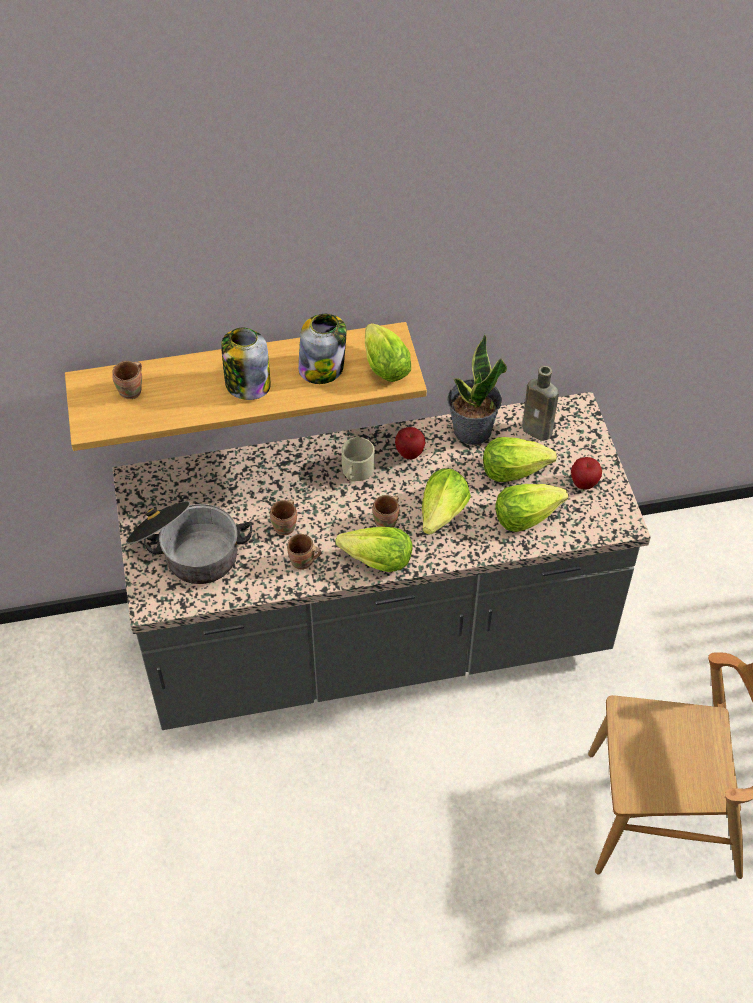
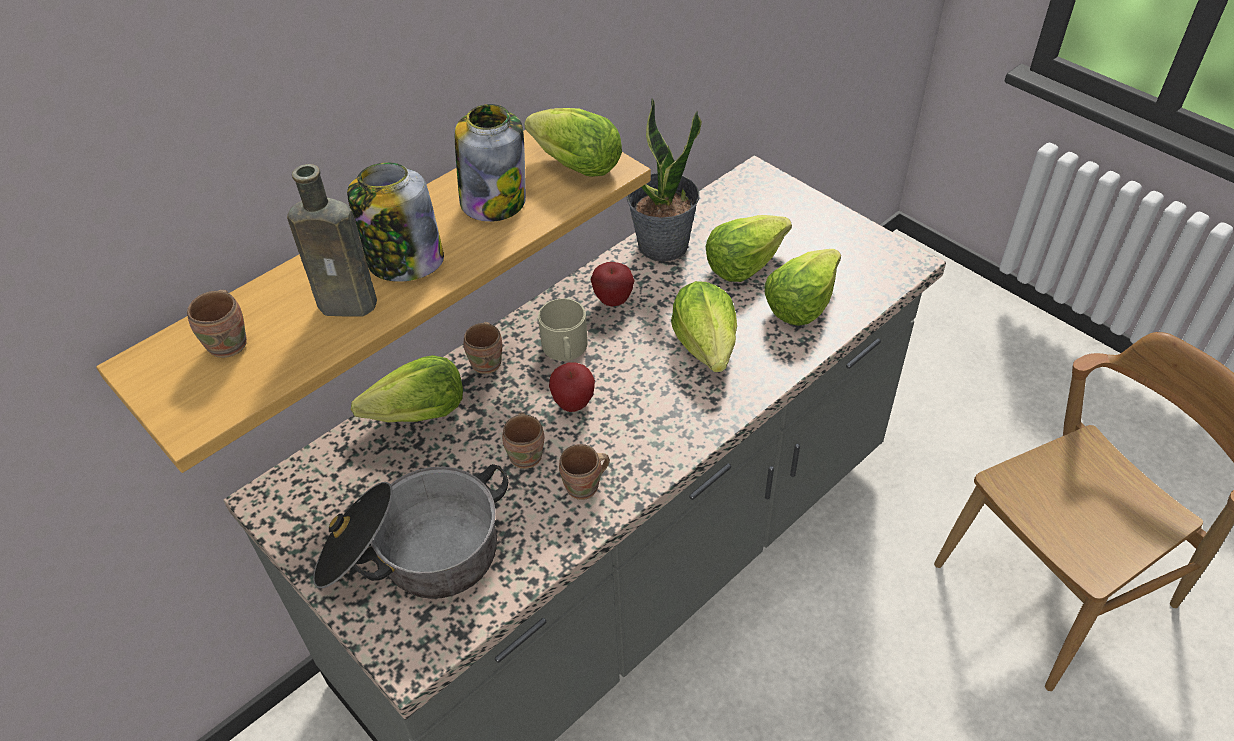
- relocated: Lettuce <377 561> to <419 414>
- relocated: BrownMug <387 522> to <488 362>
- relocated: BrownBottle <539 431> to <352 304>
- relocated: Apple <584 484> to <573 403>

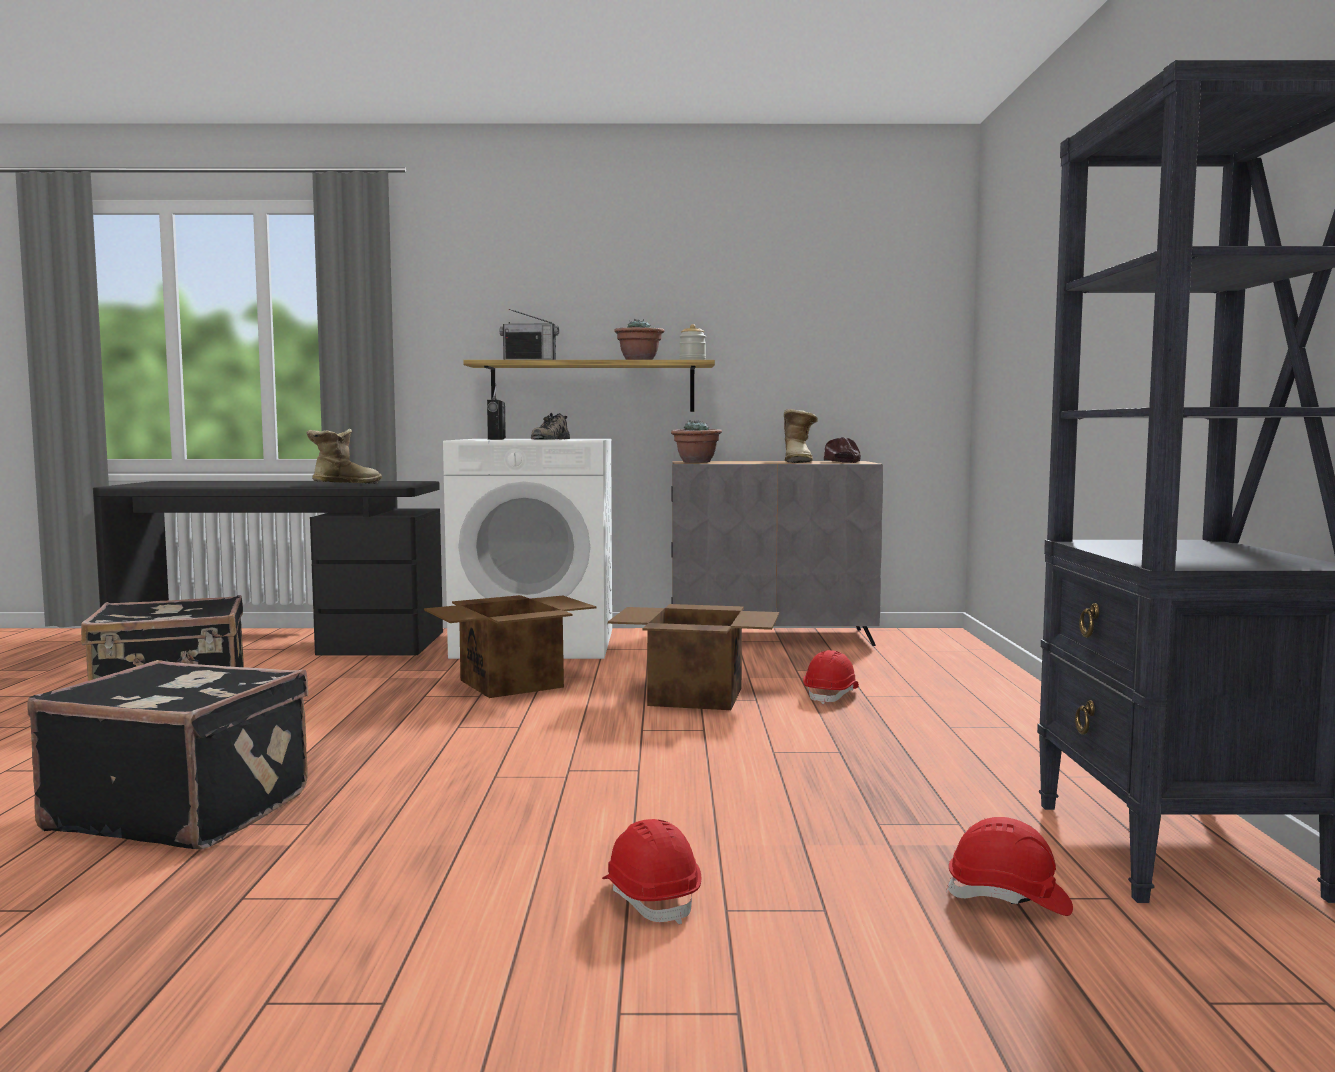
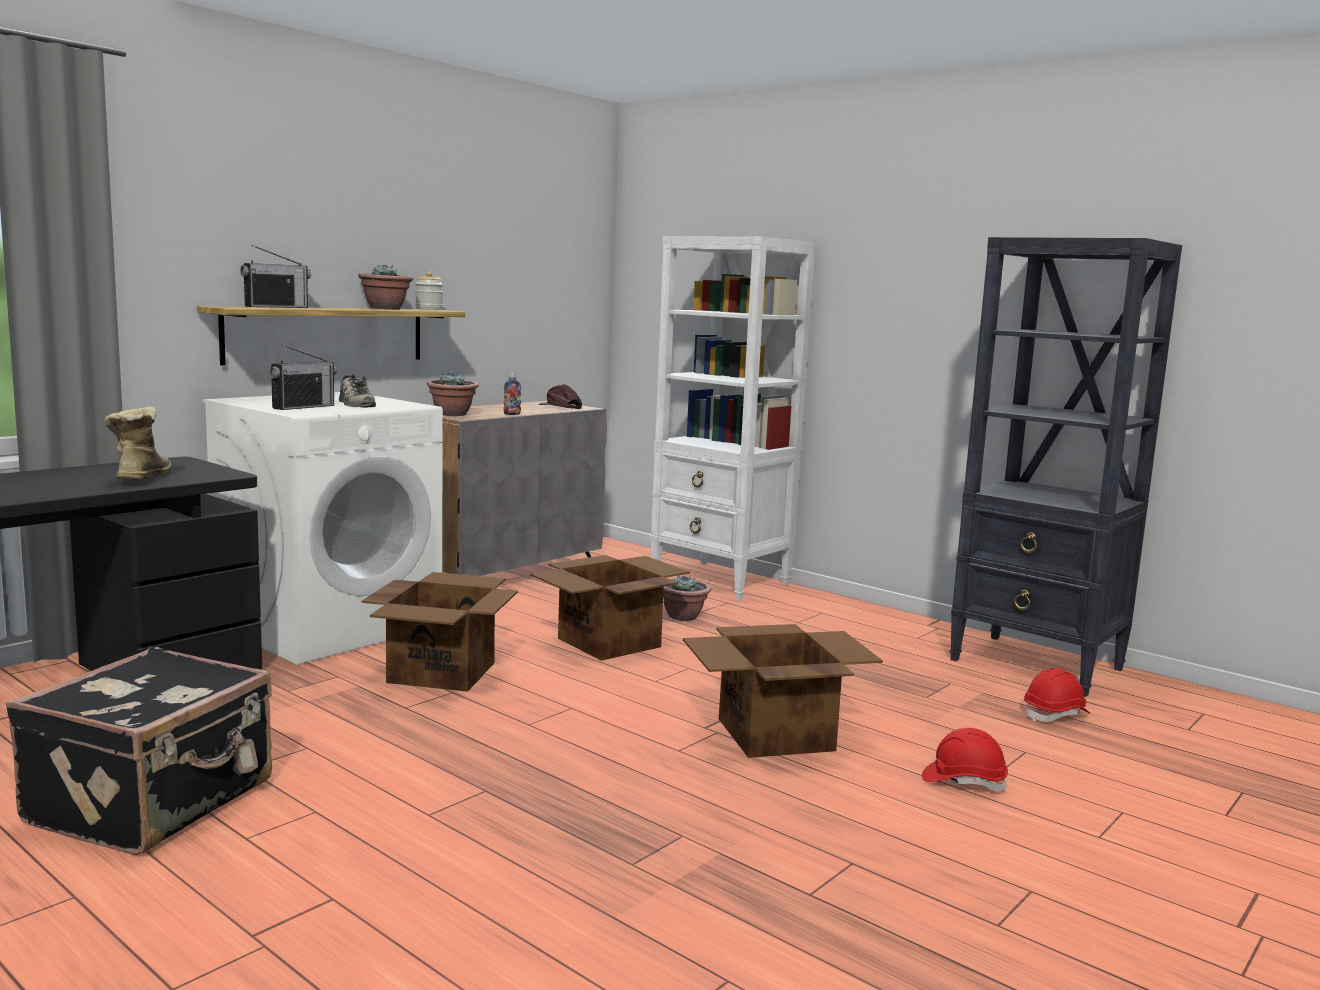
- missing: BlackSuitcase <182 810>
- spun: Radio <496 439> = <303 407> 90 degrees counterclockwise
- missing: Boot <798 461>
- exchanged: RedHardHat <831 695> to PottedPlant <683 617>
- appeared: Bottle <512 414>
- appeared: WhiteBookcase <721 581>
- appeared: CardboardBox <773 734>

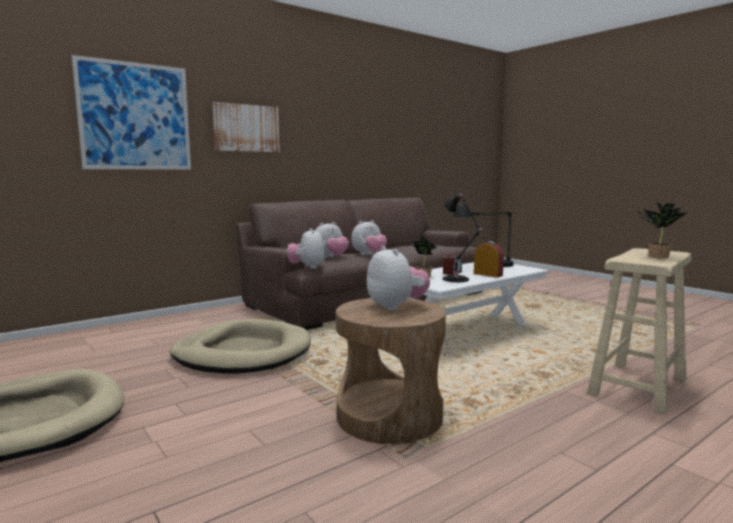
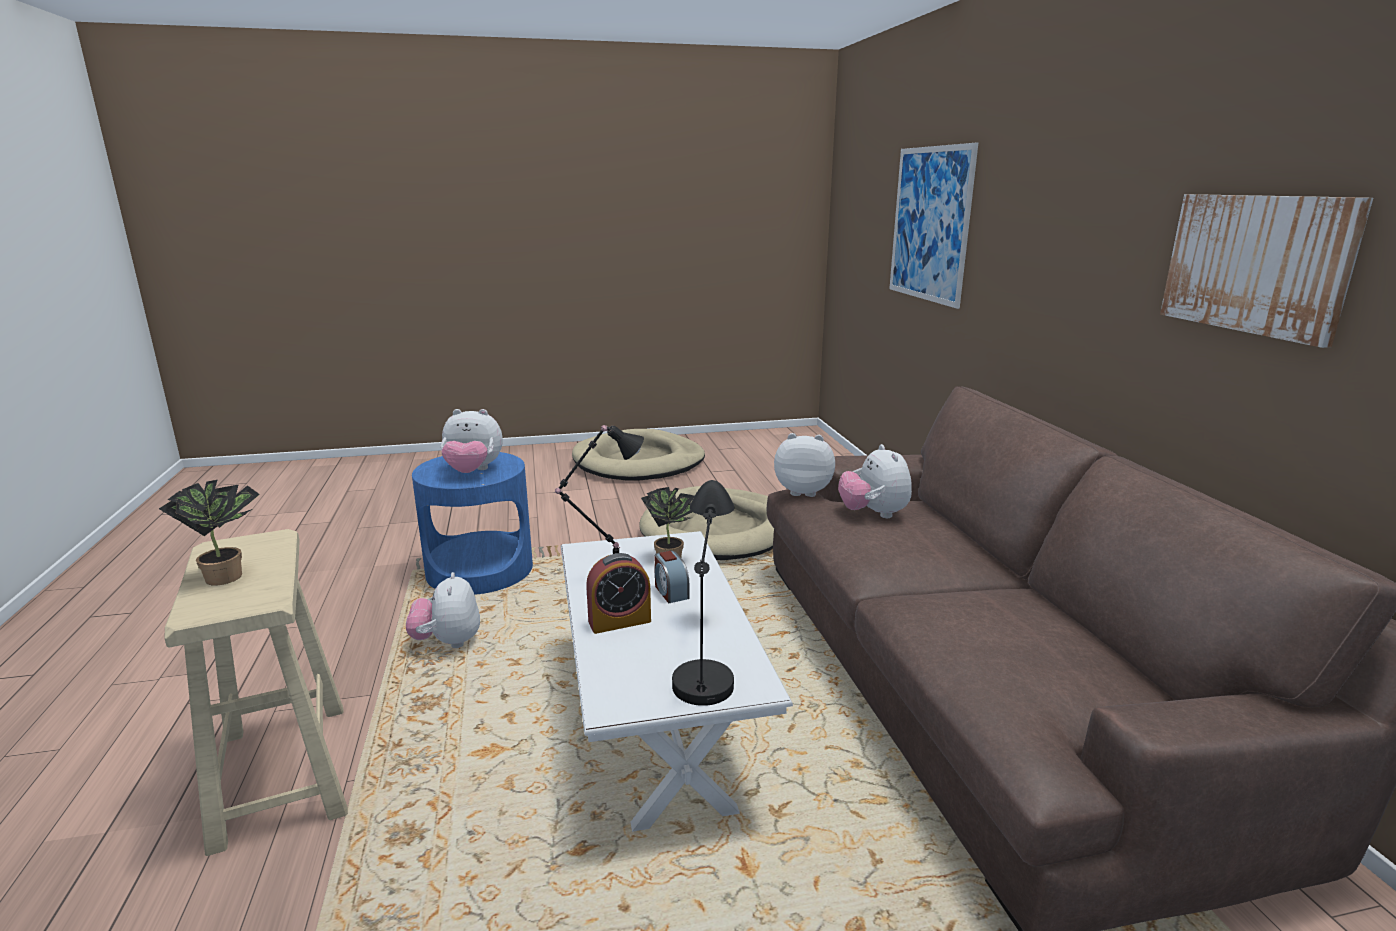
- relocated: Picture <246 128> to <1256 264>
- colour: BrownSideTable <389 416> to BlueSideTable <480 569>
- relocated: PlushToy <369 255> to <448 642>

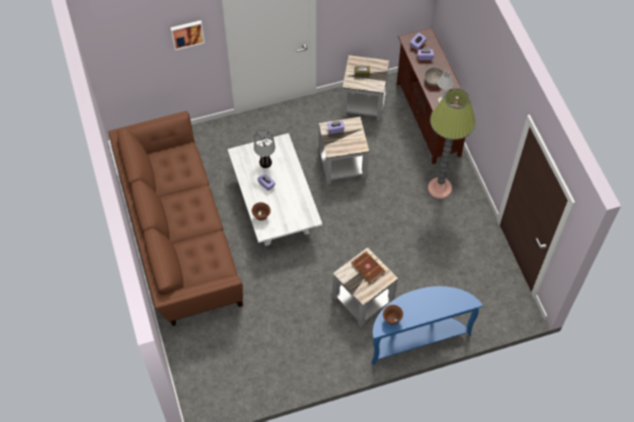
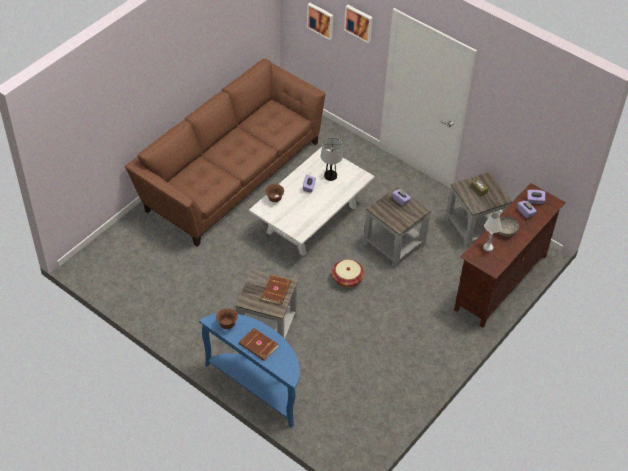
- missing: FloorLamp <439 188>
- appeared: BrownBook <258 346>
- appeared: Picture <321 20>
- appeared: Basket <347 279>

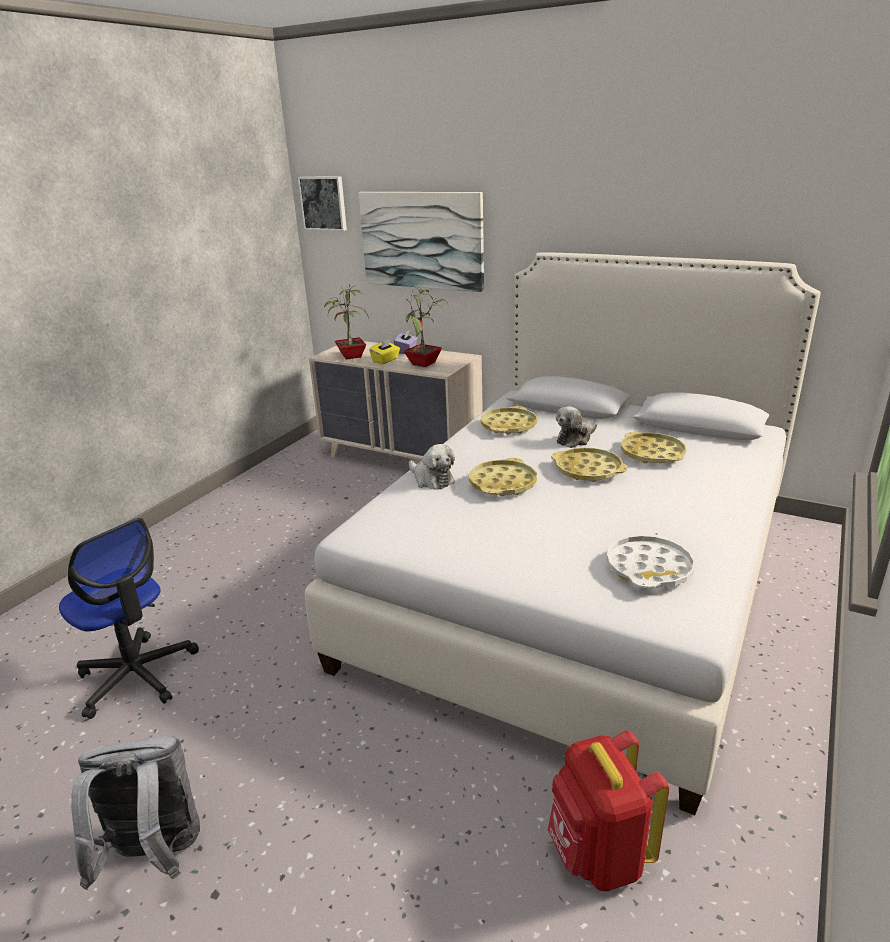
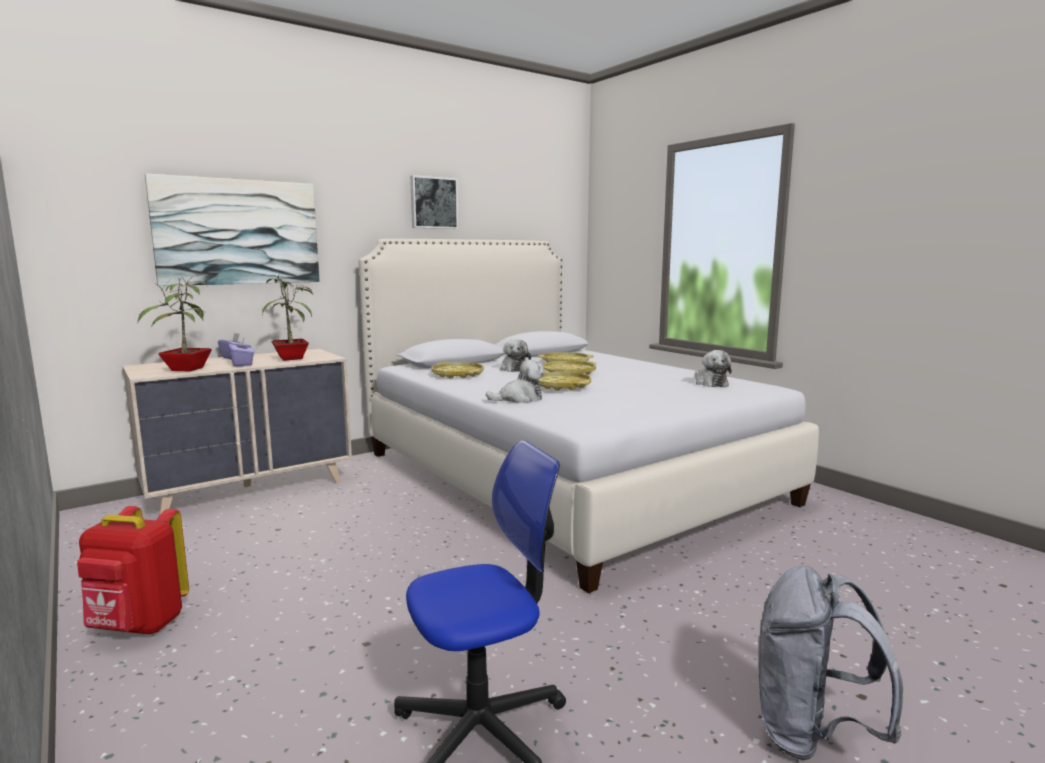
- relocated: Picture <324 203> to <433 203>
- colour: YellowTissueBox <385 360> to PurpleTissueBox <242 364>
- relocated: RedBackpack <598 855> to <138 626>
- exchanged: WhiteTray <649 568> to PlushToy <710 383>

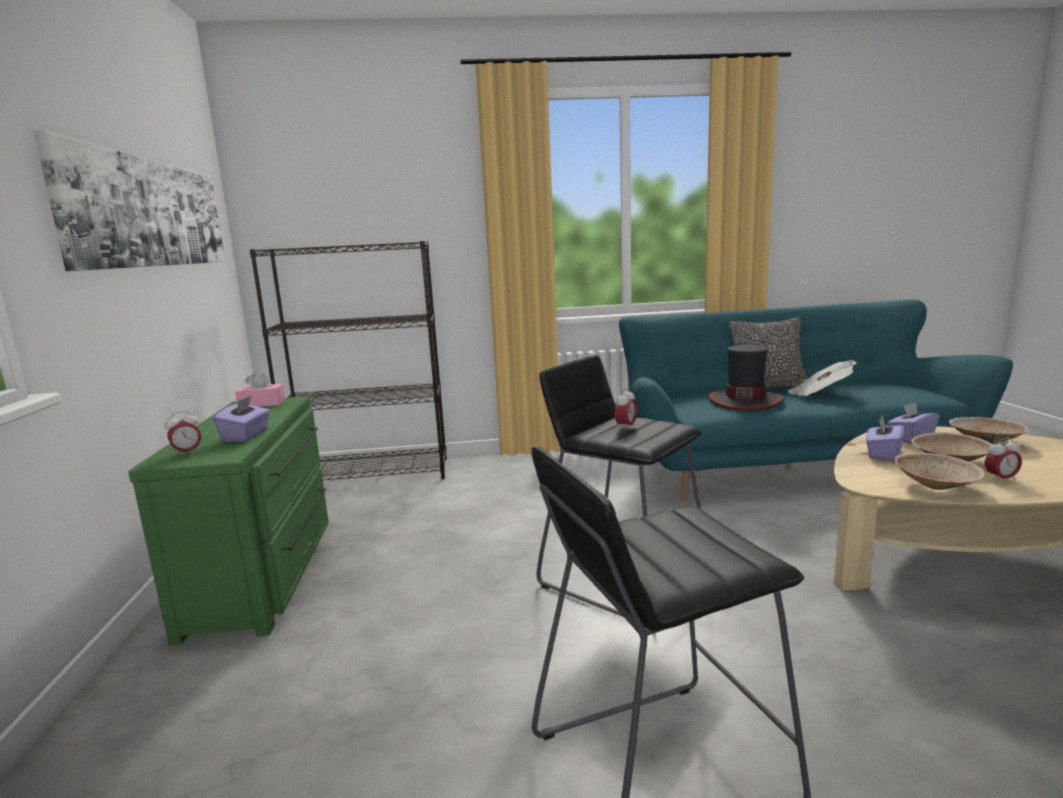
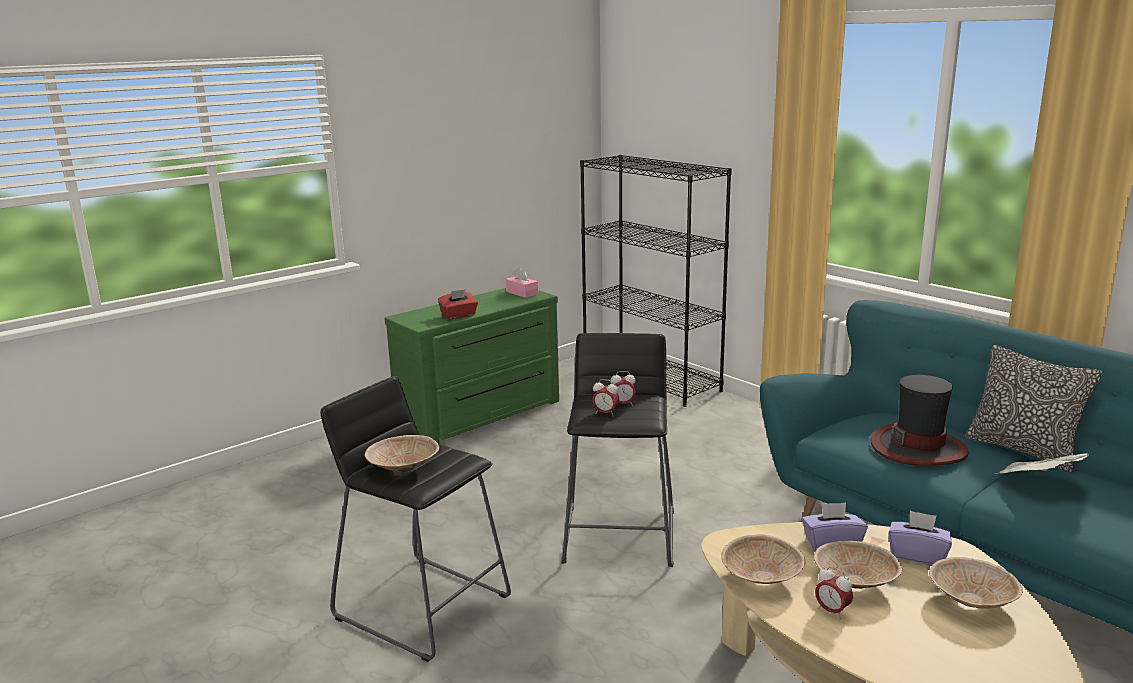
- missing: Picture <149 213>
- relocated: AlarmClock <187 453> to <605 413>
- colour: PurpleTissueBox <246 436> to RedTissueBox <459 315>
- appeared: BeigeBowl <402 468>

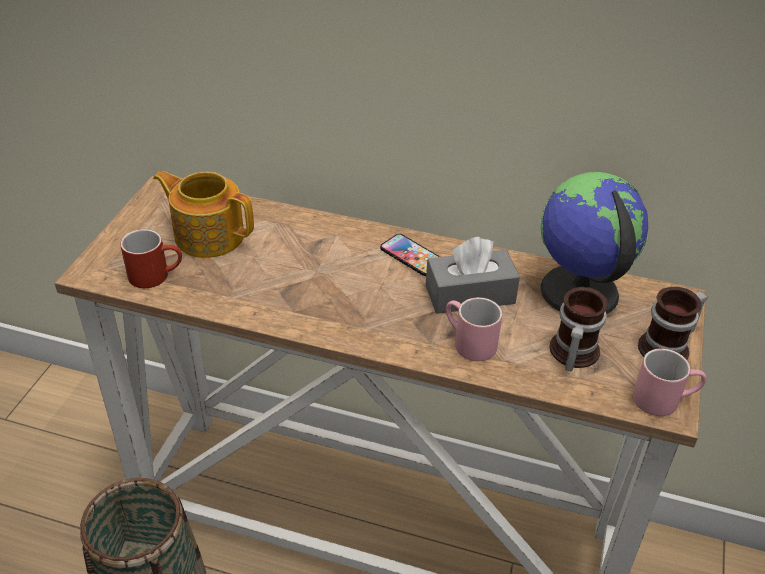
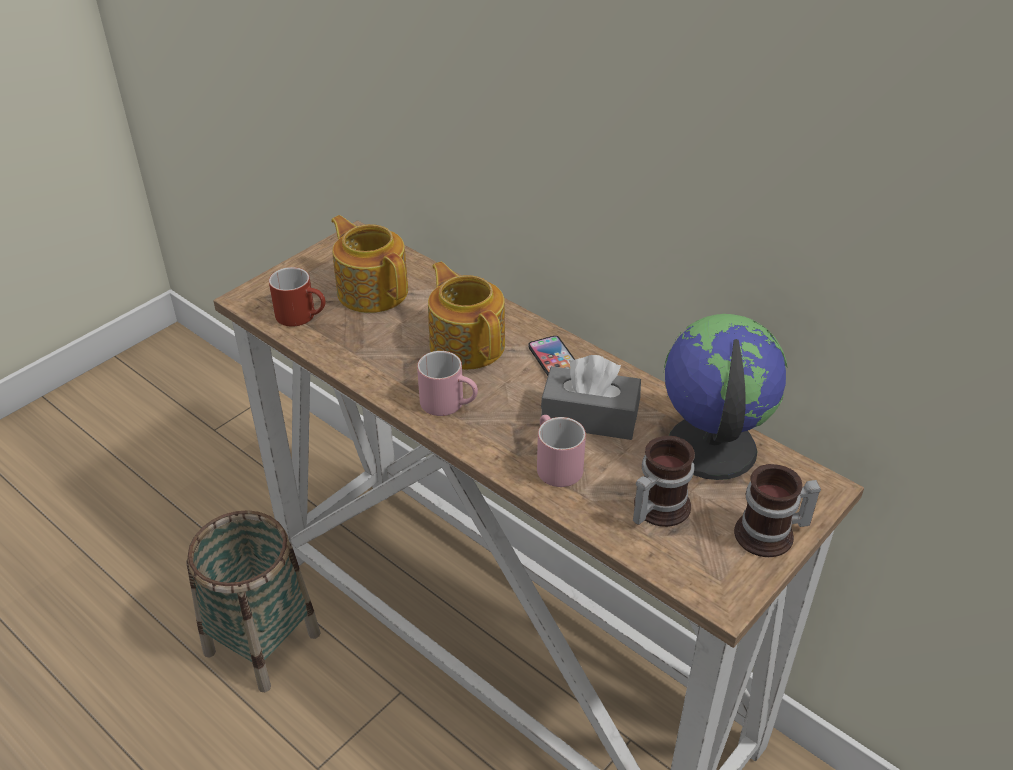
- relocated: PinkMug <664 398> to <450 403>
- appeared: Teapot <467 344>

